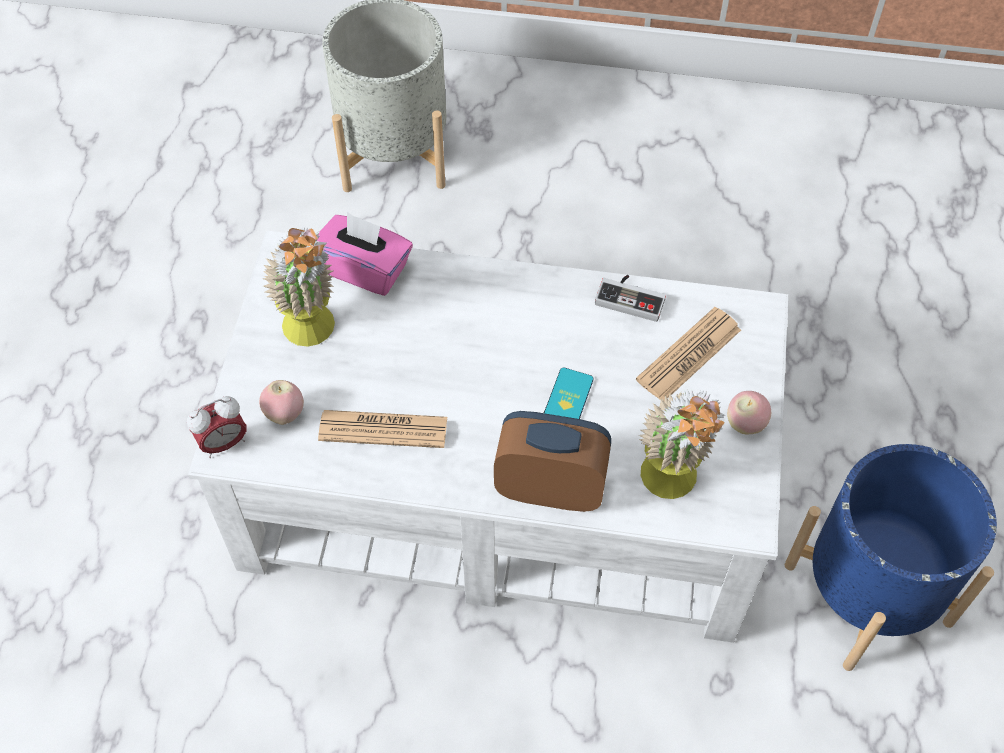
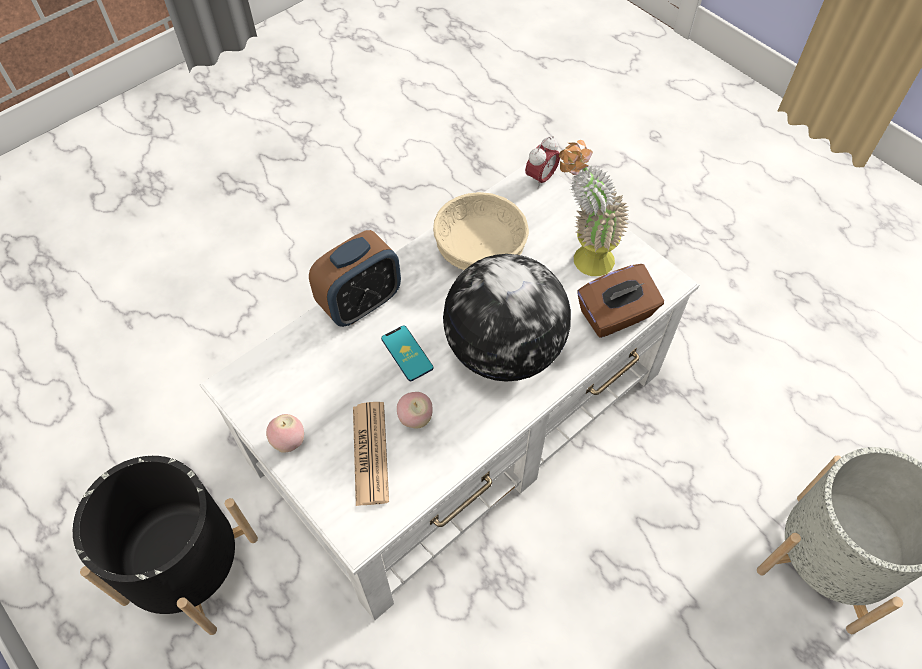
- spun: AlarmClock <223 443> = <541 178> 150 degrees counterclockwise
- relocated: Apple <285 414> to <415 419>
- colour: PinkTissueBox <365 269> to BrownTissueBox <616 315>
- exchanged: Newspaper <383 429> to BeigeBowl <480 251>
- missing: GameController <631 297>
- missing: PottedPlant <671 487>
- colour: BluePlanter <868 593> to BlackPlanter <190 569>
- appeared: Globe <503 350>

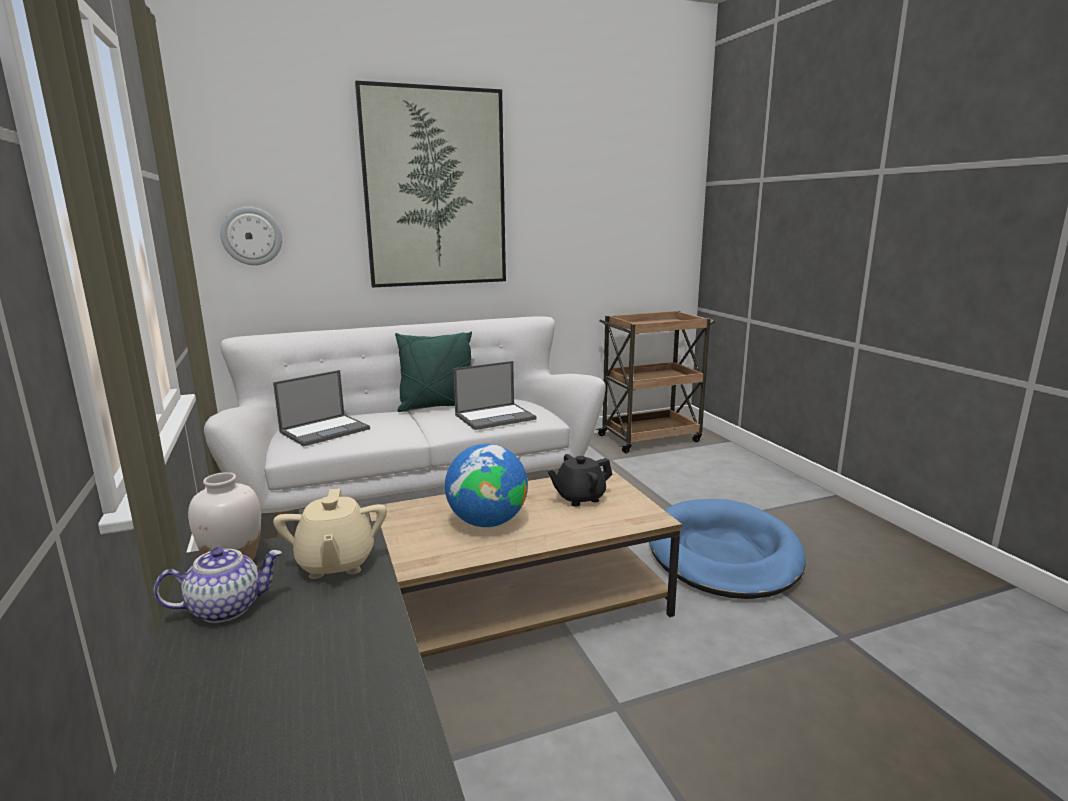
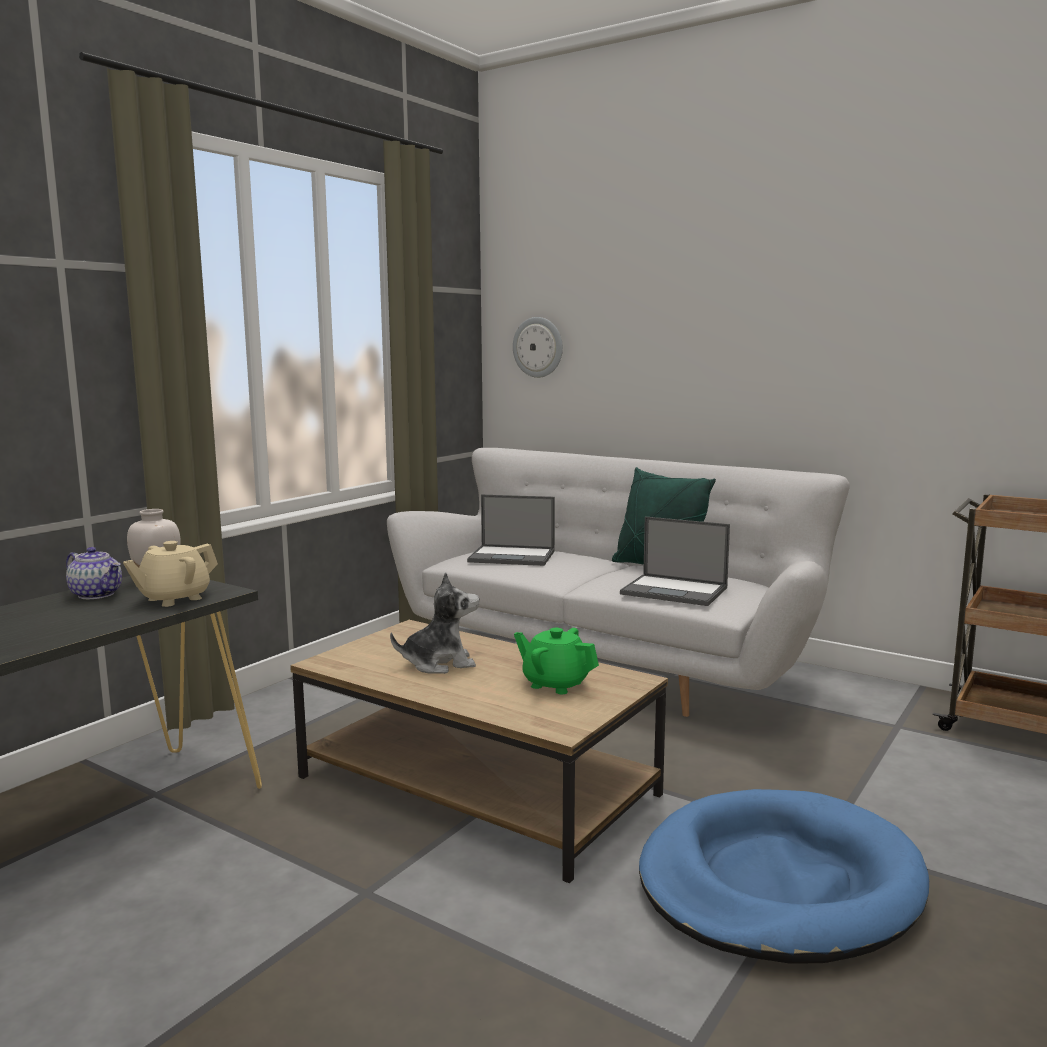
- missing: Picture <435 189>
- exchanged: Globe <487 522> to PlushToy <439 664>
- colour: BlackTeapot <579 498> to GreenTeapot <555 684>

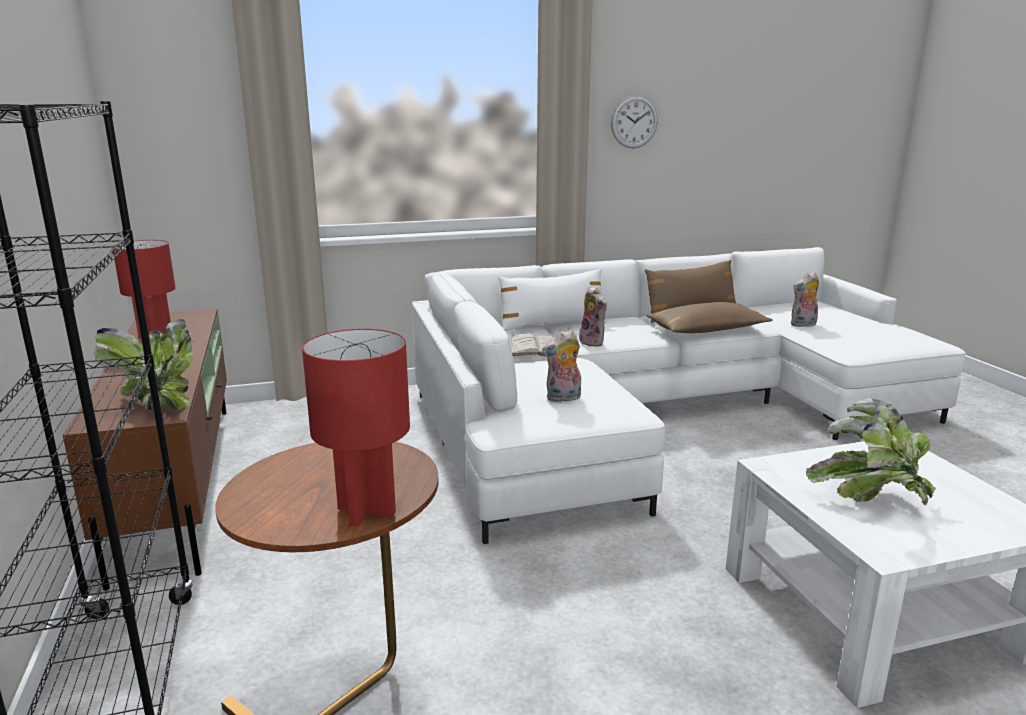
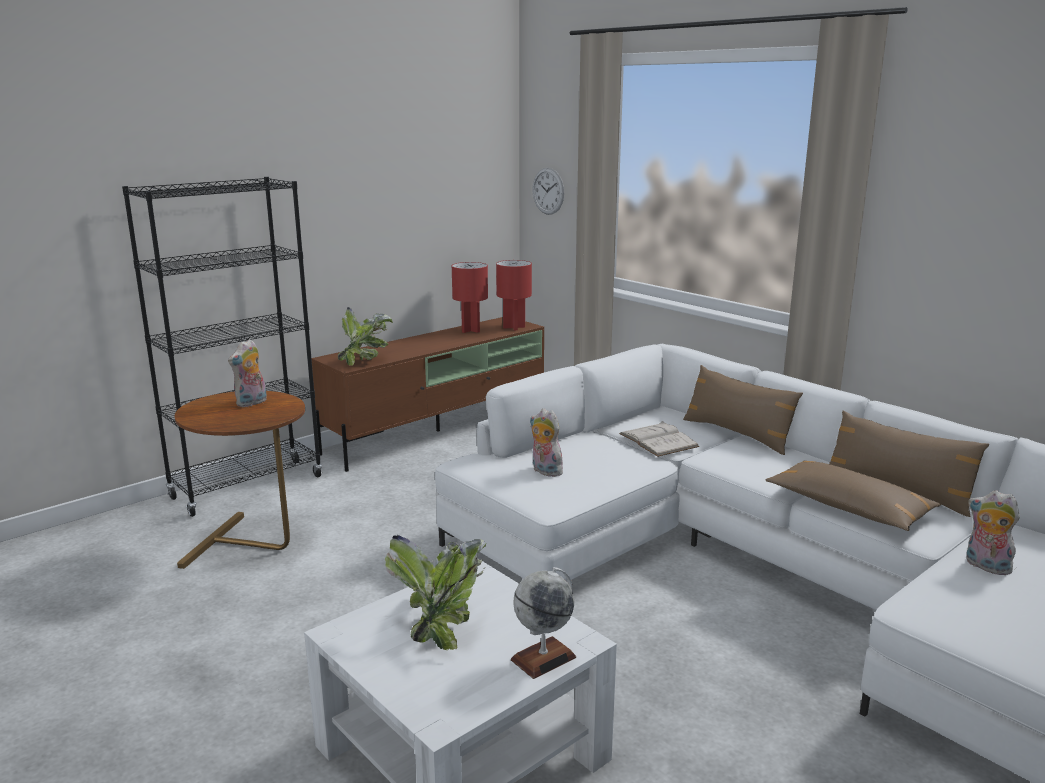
- relocated: RedTableLamp <367 511> to <513 327>
- colour: WhitePillow <552 325> to BrownPillow <737 434>
- relocated: PlushToy <593 342> to <252 403>
- relocated: WallClock <634 122> to <548 191>
- appeared: Globe <543 658>

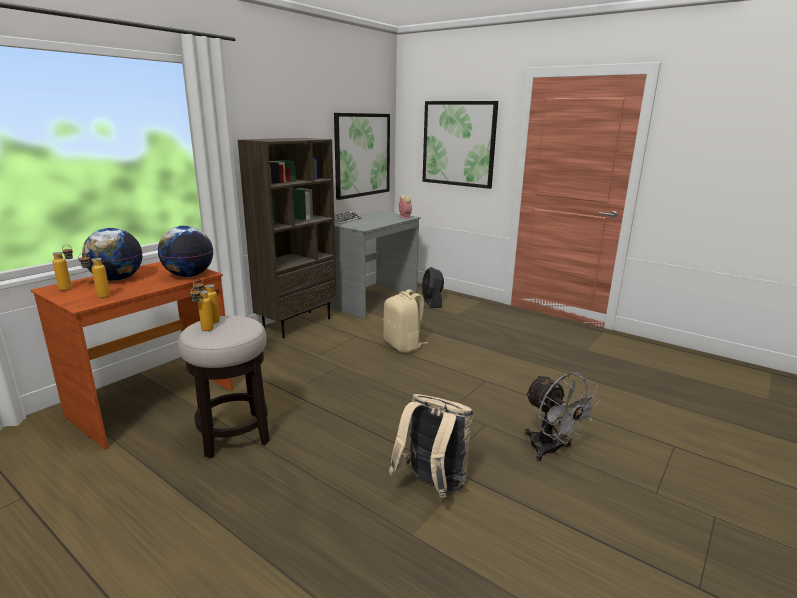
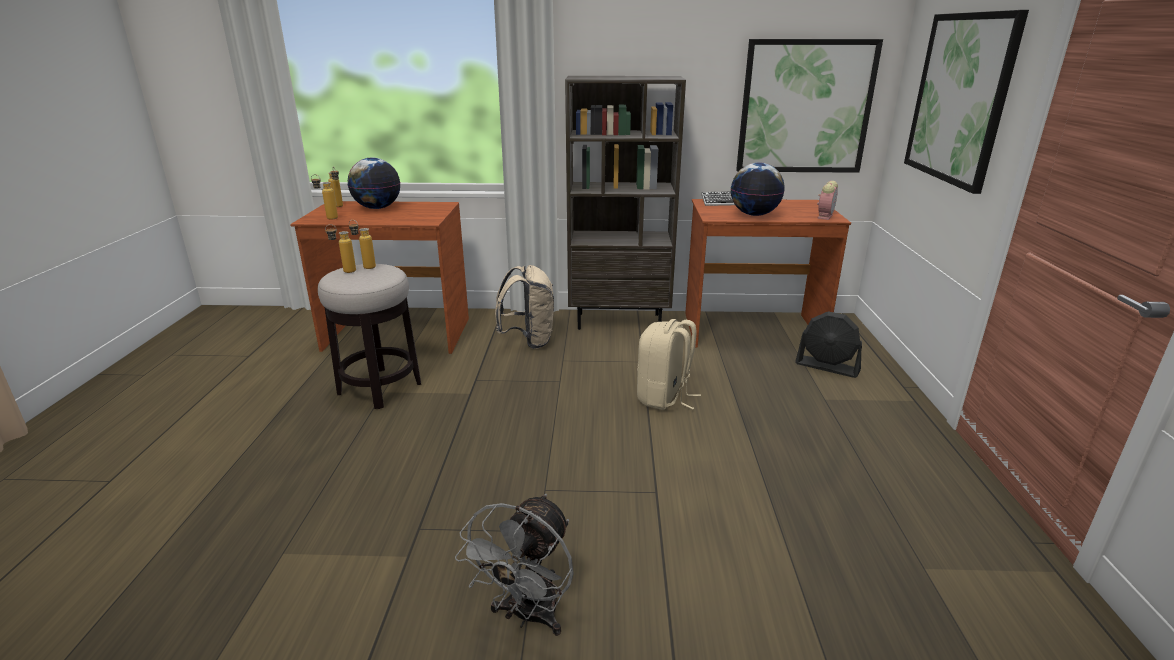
- relocated: Globe <189 275> to <754 214>
- colour: GreyDesk <372 300> to BrownDesk <752 331>
- relocated: BeigeBackpack <432 486> to <528 341>
- spun: BlackFan <432 302> = <827 367> 105 degrees counterclockwise

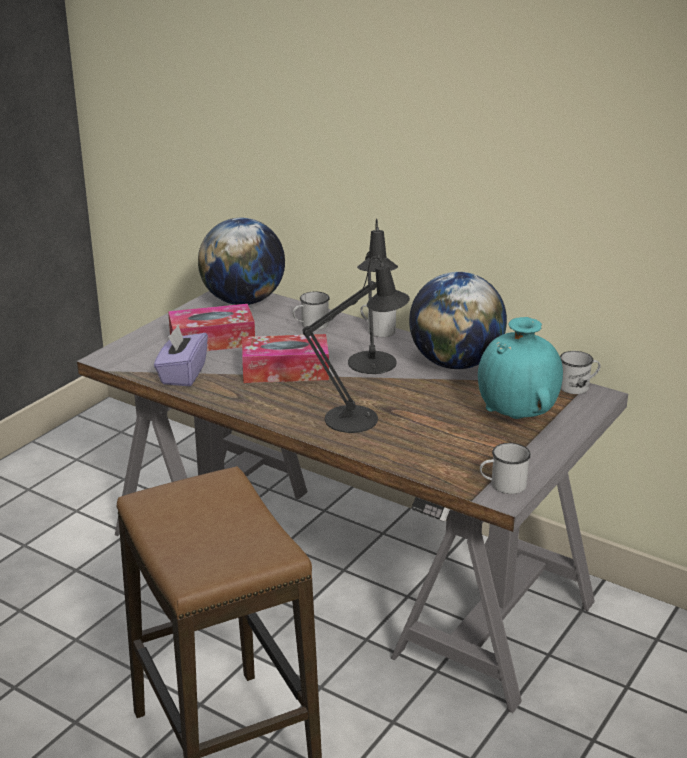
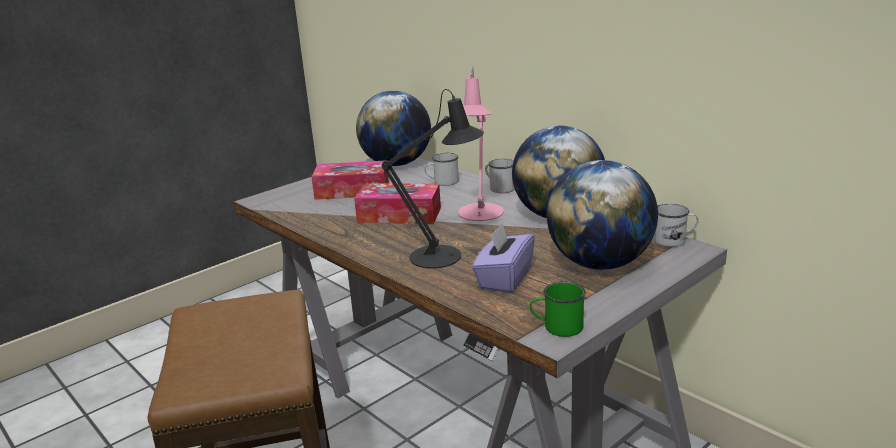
- relocated: PurpleTissueBox <182 374> to <504 279>
- colour: BlackTableLamp <373 366> to PinkTableLamp <480 215>
- exchanged: TurquoiseVase <517 417> to Globe <600 264>
- colour: WhiteMug <502 485> to GreenMug <557 327>

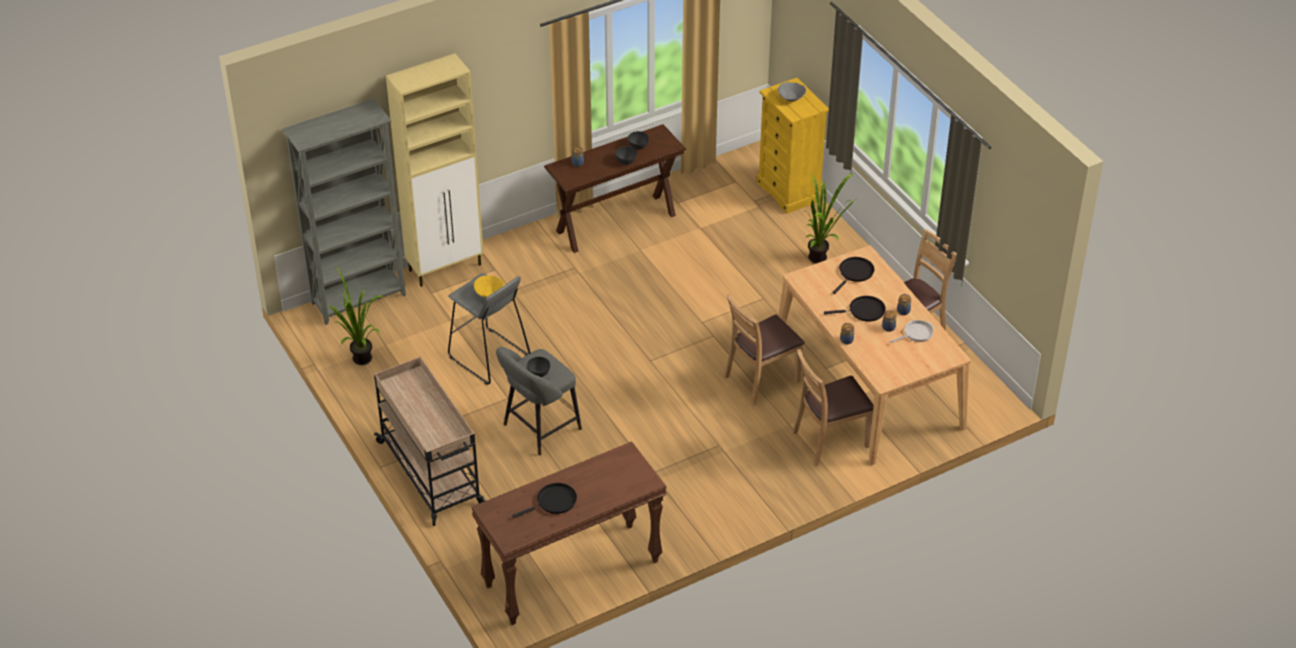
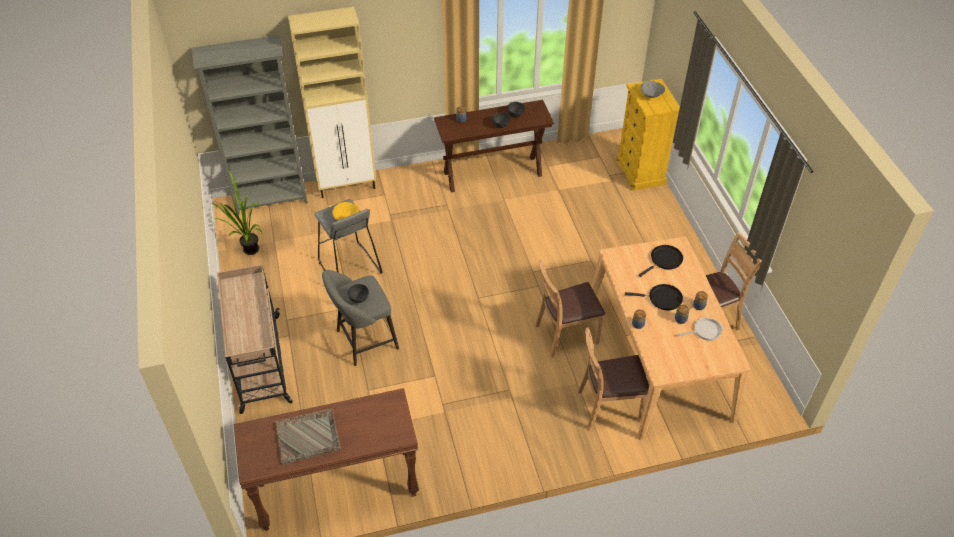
- exchanged: BlackFryingPan <554 502> to GreyTray <308 436>
- missing: PottedPlant <822 258>

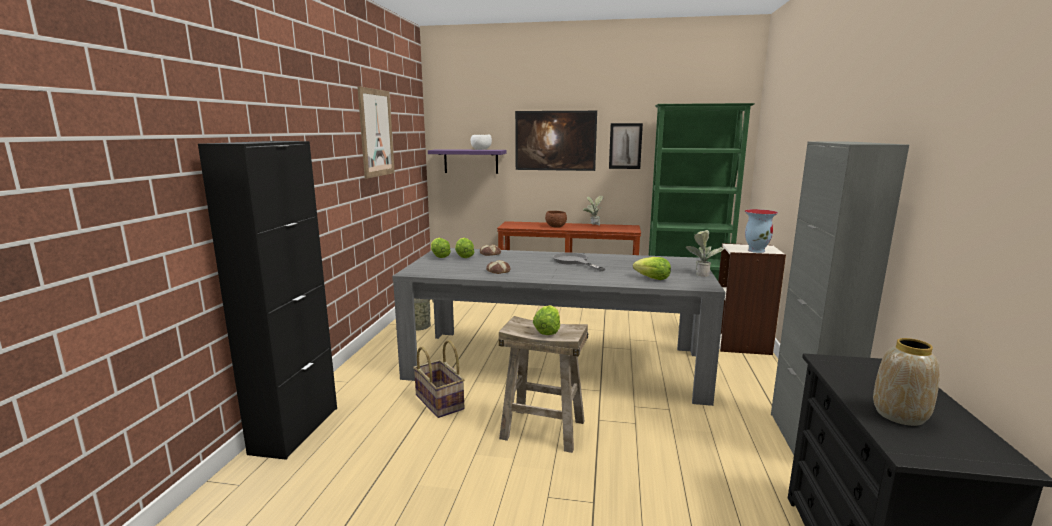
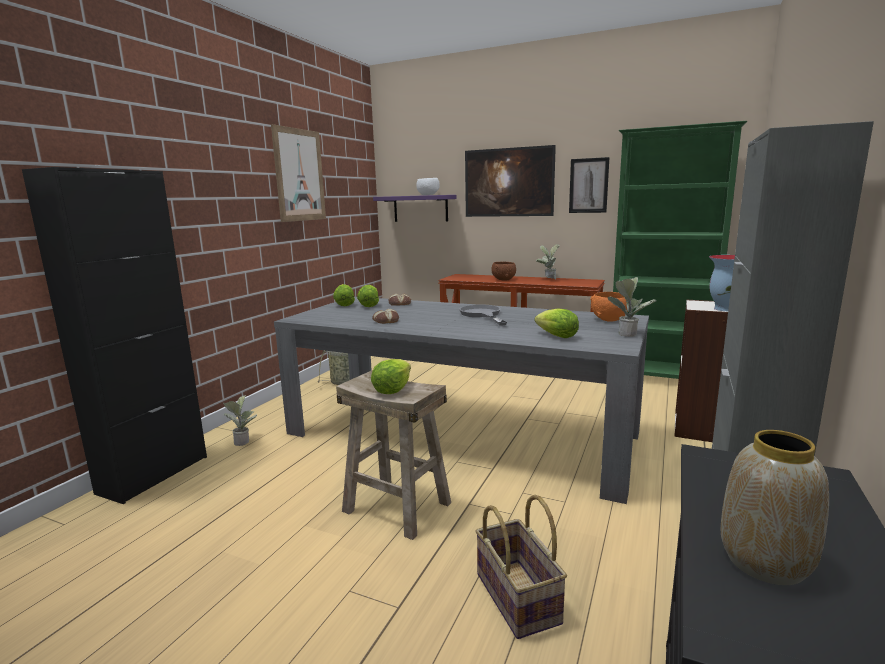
- relocated: Basket <440 402> to <519 597>
- appeared: PottedPlant <243 441>
- appeared: OrangeBowl <609 319>

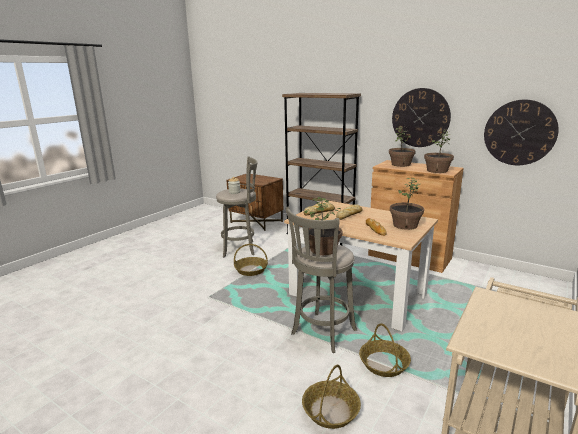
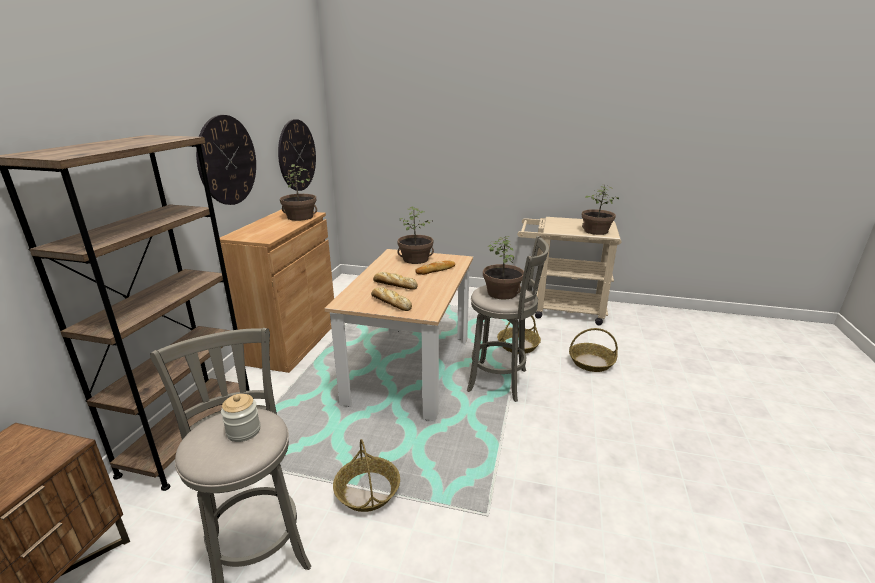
- relocated: PottedPlant <401 164> to <595 231>

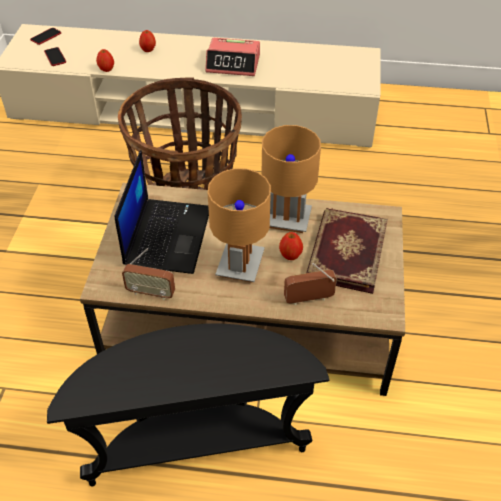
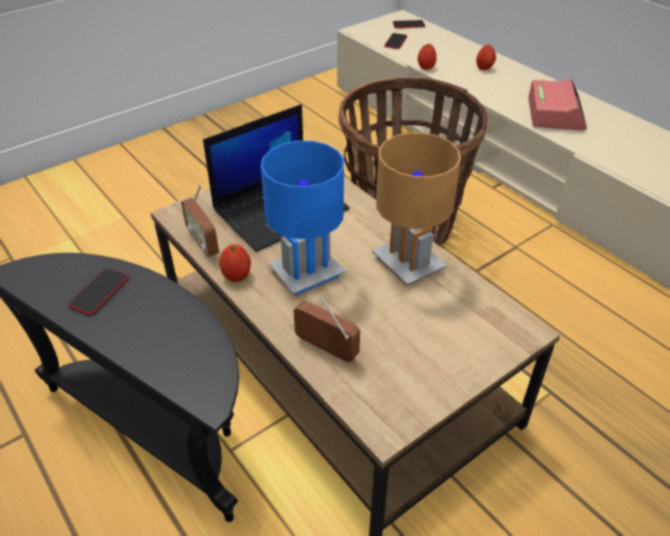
- spun: AlarmClock <233 64> = <555 113> 135 degrees counterclockwise
- colour: BrownTableLamp <241 265> to BlueTableLamp <307 274>
- relocated: Apple <290 255> to <237 276>
- missing: Book <345 252>
- appeared: Phone <99 292>

